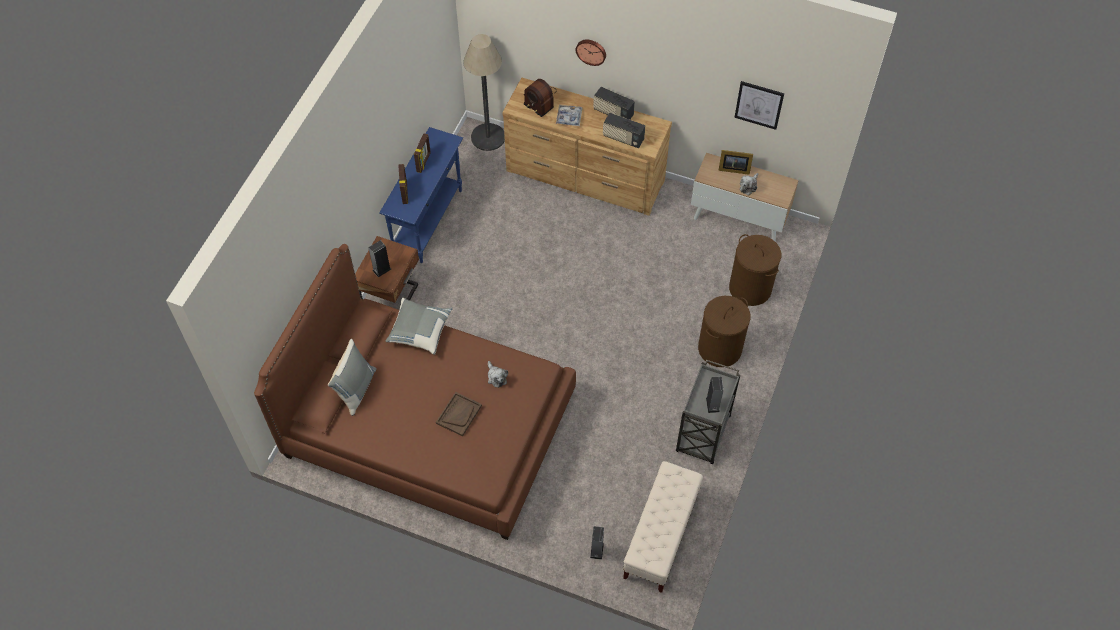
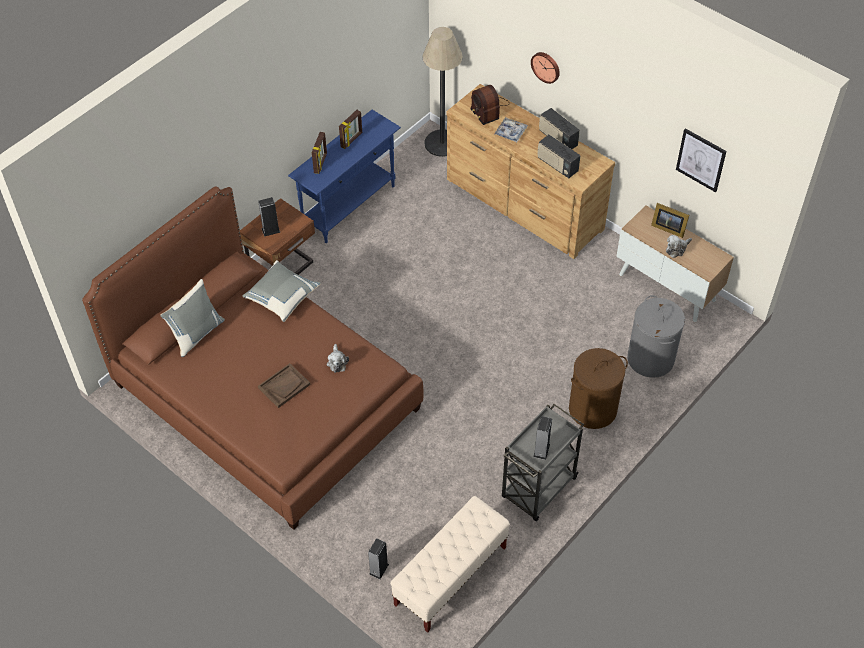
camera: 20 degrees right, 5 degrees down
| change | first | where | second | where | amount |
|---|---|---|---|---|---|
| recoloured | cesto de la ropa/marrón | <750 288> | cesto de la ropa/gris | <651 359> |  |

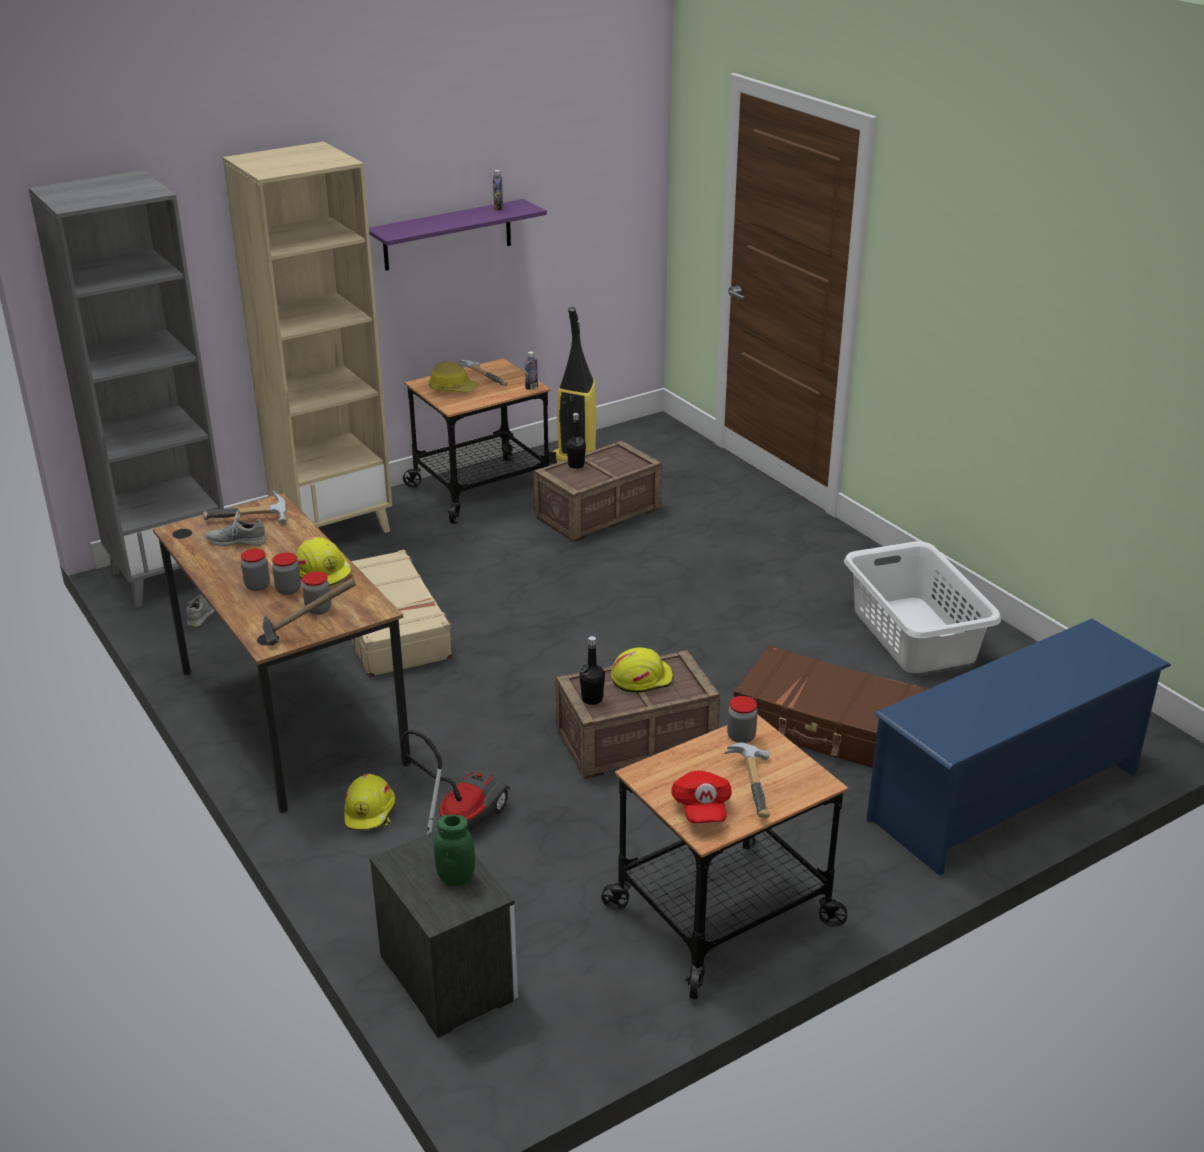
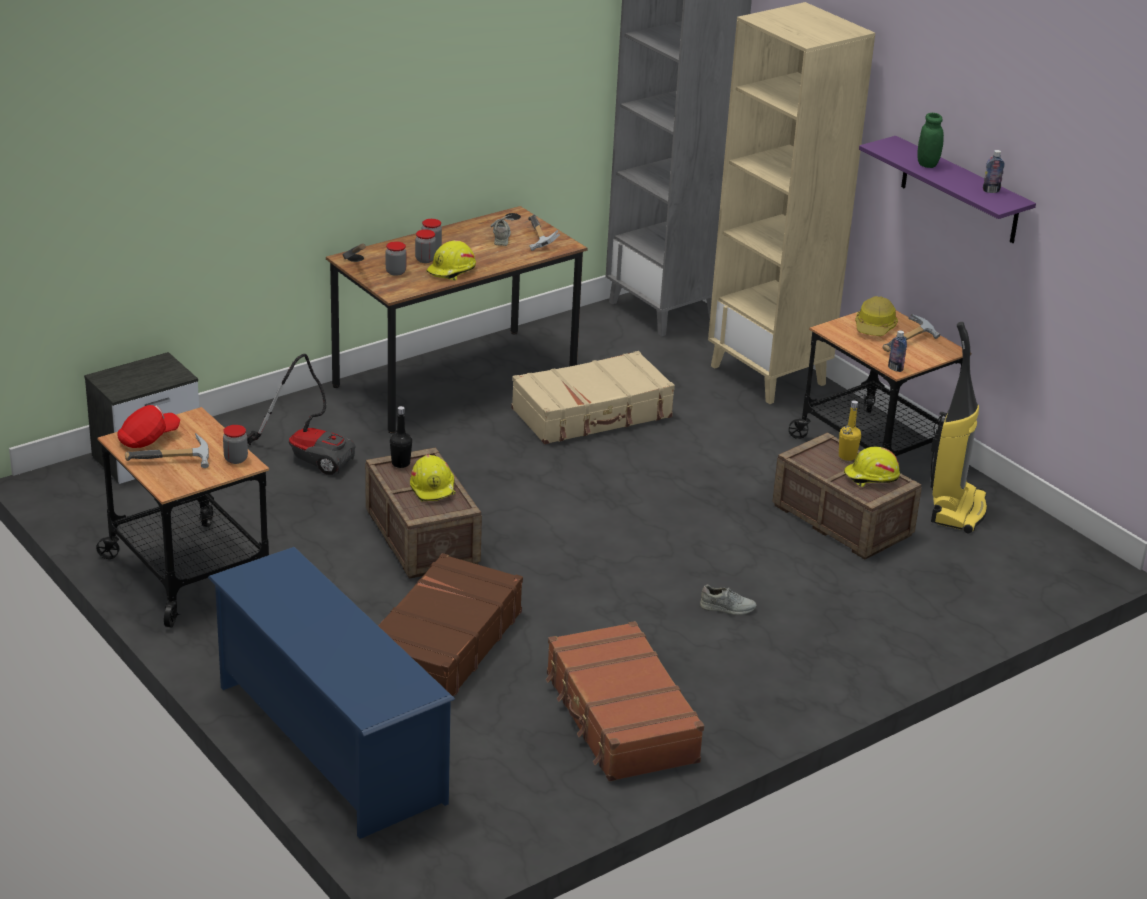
camera: 85 degrees right, 0 degrees up
| change | first | where | second | where | amount |
|---|---|---|---|---|---|
| recoloured | botella/negro | <576 465> | botella/amarillo | <847 456> |  |
| replaced | cesto de la ropa/blanco | <914 634> | maleta/marrón | <620 718> |  |
| moved | zapato/gris | <203 613> |  | <727 608> |  |
| turned | gorra/rojo | <701 809> |  | <148 439> | 150 degrees clockwise |
| moved | casco/amarillo | <370 812> |  | <871 477> |  |
| moved | tarro/verde | <456 878> |  | <927 164> |  |

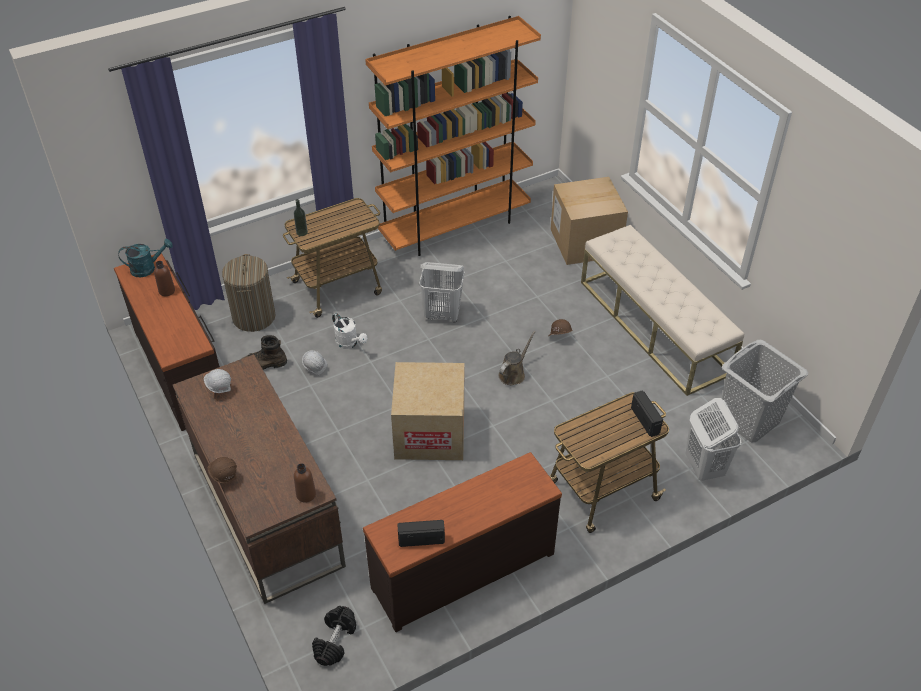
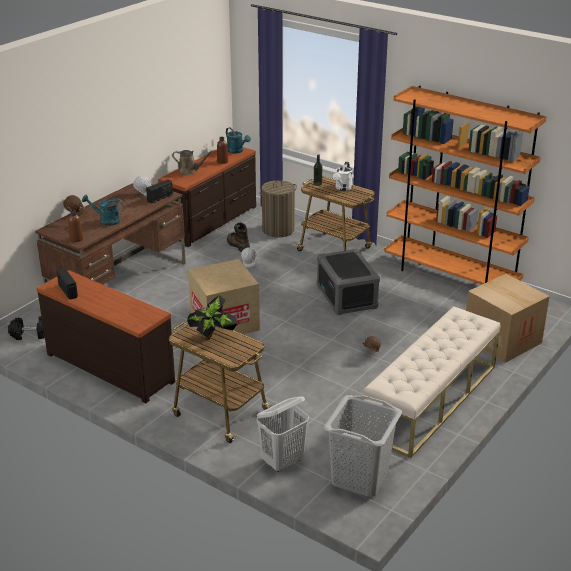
camera: 65 degrees right, 15 degrees down
| change | first | where | second | where | amount |
|---|---|---|---|---|---|
| replaced | cesto de la ropa/blanco | <443 315> | caja de almacenaje/gris | <347 297> |  |
| moved | regadera/blanco | <349 343> |  | <342 188> |  |
| moved | regadera/marrón | <513 373> |  | <189 171> |  |
| moved | radio | <645 420> |  | <160 198> |  |
| added |  |  | regadera/turquesa | <106 221> |  |
| added |  |  | planta en maceta | <213 337> |  |

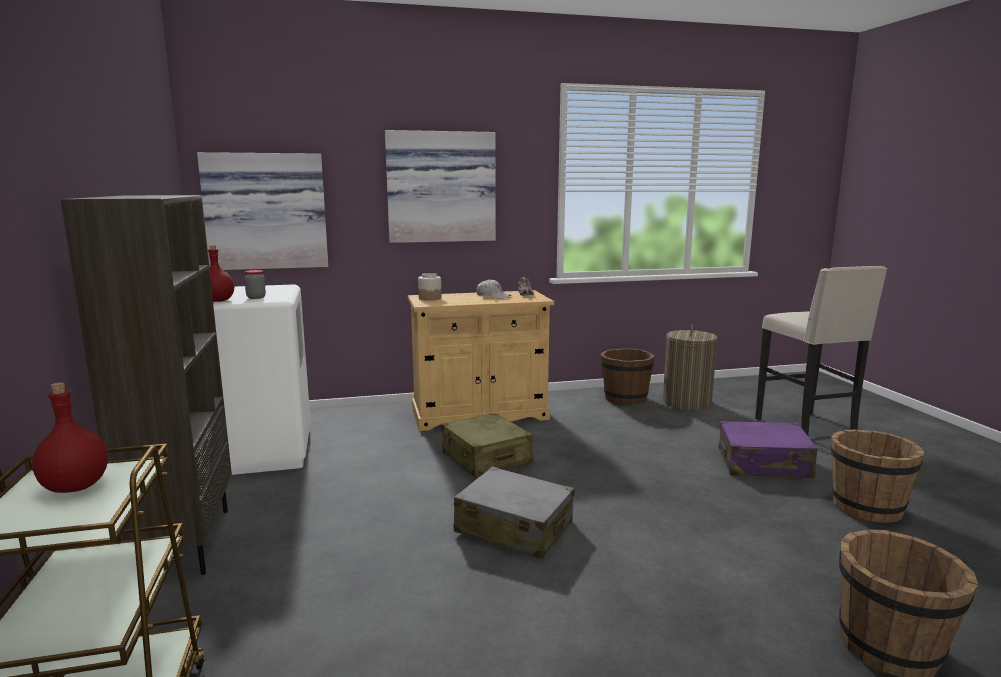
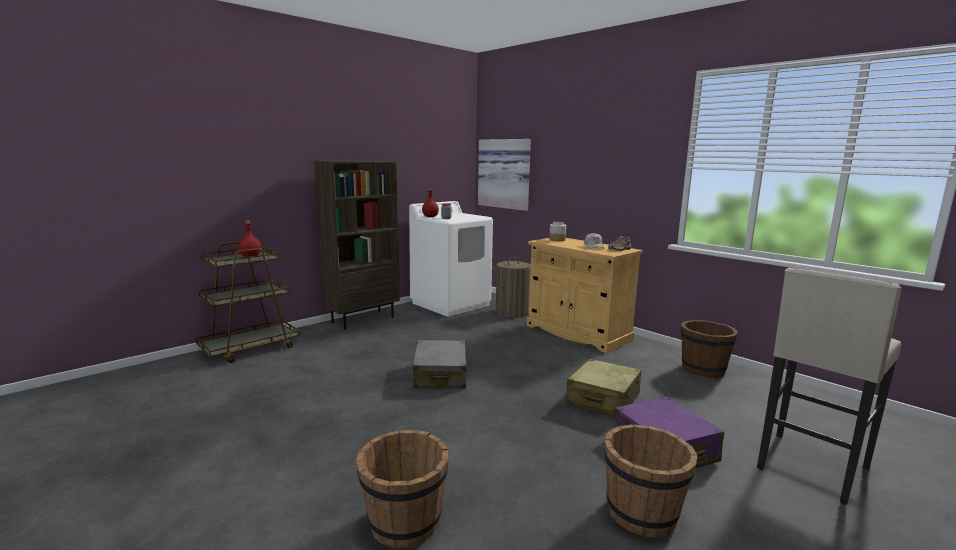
camera: 60 degrees right, 0 degrees up
| change | first | where | second | where | amount |
|---|---|---|---|---|---|
| removed | cuadro | <441 187> |  |  |  |
| moved | cesto de la ropa | <686 402> |  | <512 312> |  |
| moved | maleta/beis | <486 458> |  | <603 399> |  |

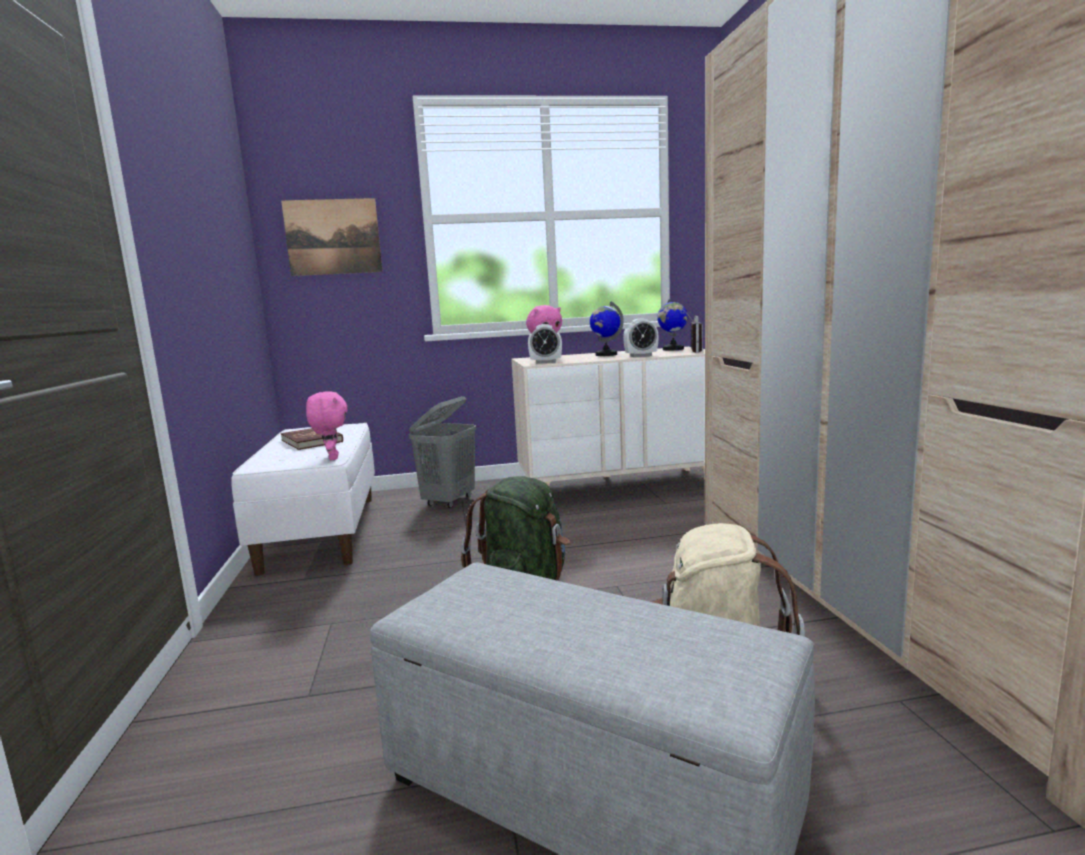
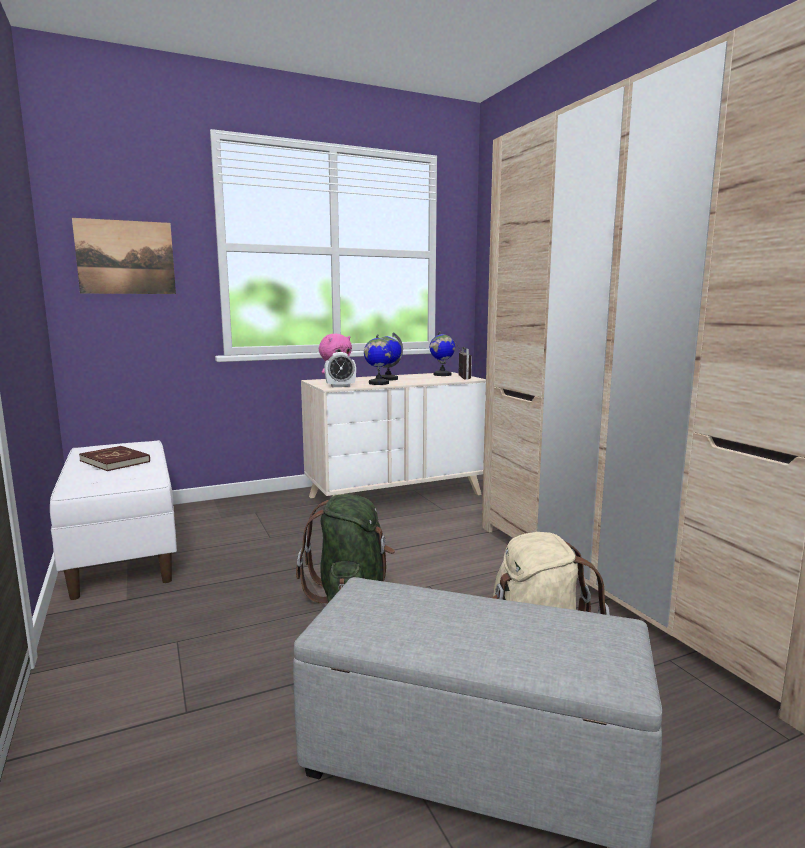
camera: 15 degrees left, 0 degrees up
| change | first | where | second | where | amount |
|---|---|---|---|---|---|
| removed | despertador | <641 356> |  |  |  |
| removed | peluche/rosa | <332 458> |  |  |  |
| removed | cesto de la ropa/gris | <449 501> |  |  |  |
| added |  |  | globo terráqueo | <378 383> |  |

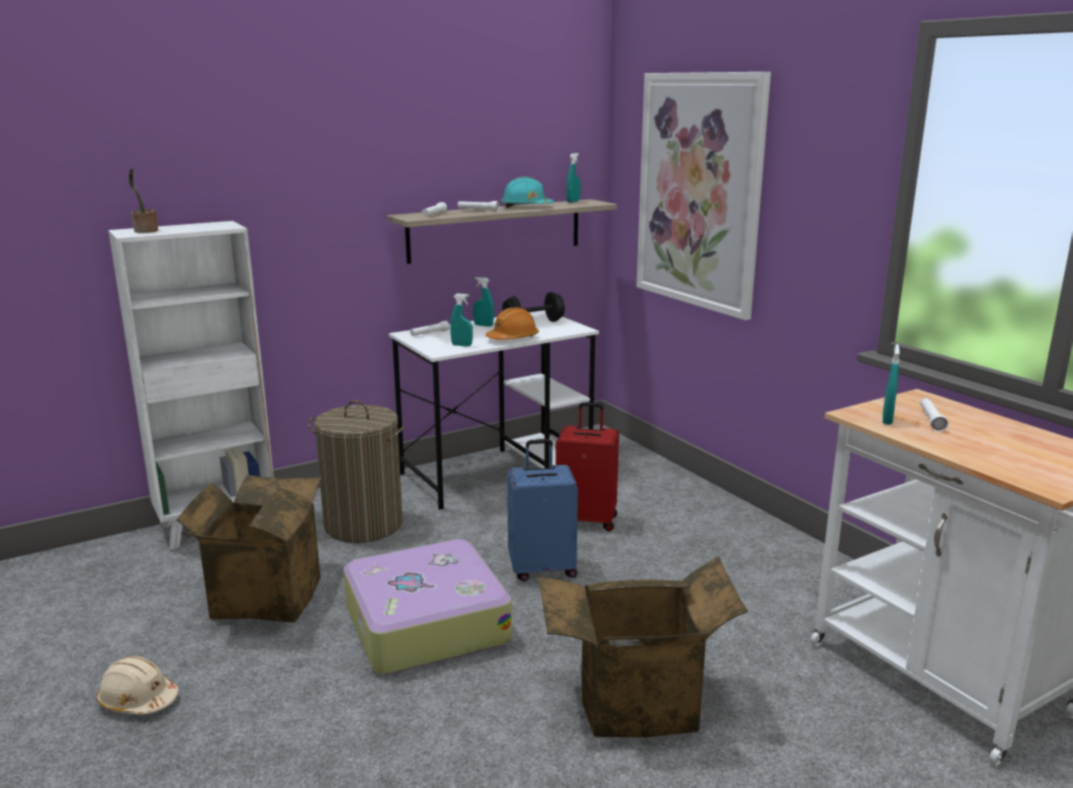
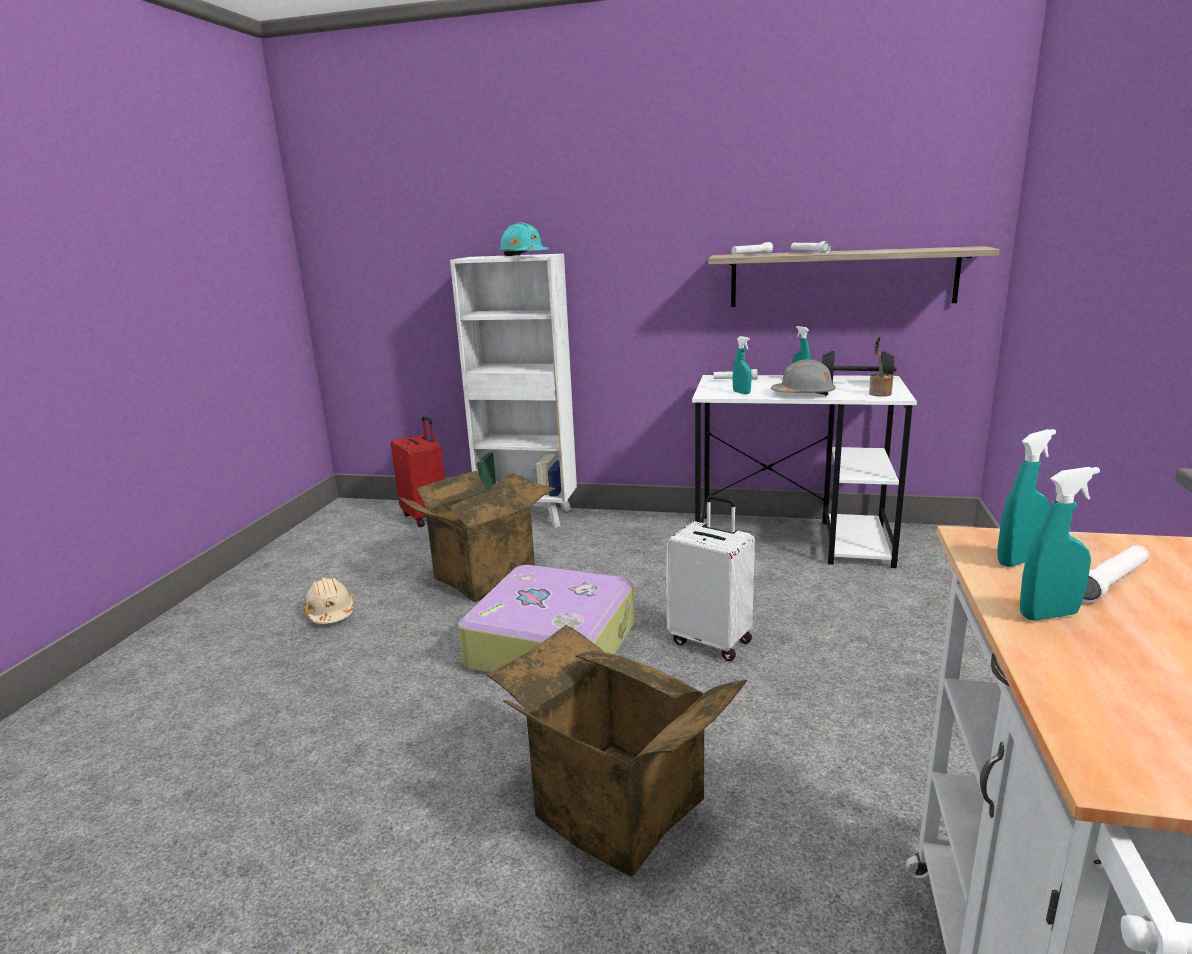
camera: 45 degrees right, 0 degrees up
| change | first | where | second | where | amount |
|---|---|---|---|---|---|
| removed | cuadro | <699 191> |  |  |  |
| moved | pulverizador/turquesa | <573 201> |  | <1048 615> |  |
| moved | planta en maceta | <145 231> |  | <879 394> |  |
| moved | casco/turquesa | <526 207> |  | <523 256> |  |
| recoloured | casco/naranja | <513 338> | casco/gris | <803 394> |  |
| removed | cesto de la ropa | <363 525> |  |  |  |
| moved | maleta/rojo | <587 520> |  | <426 517> |  |
| recoloured | maleta/azul | <542 568> | maleta/blanco | <711 641> |  |

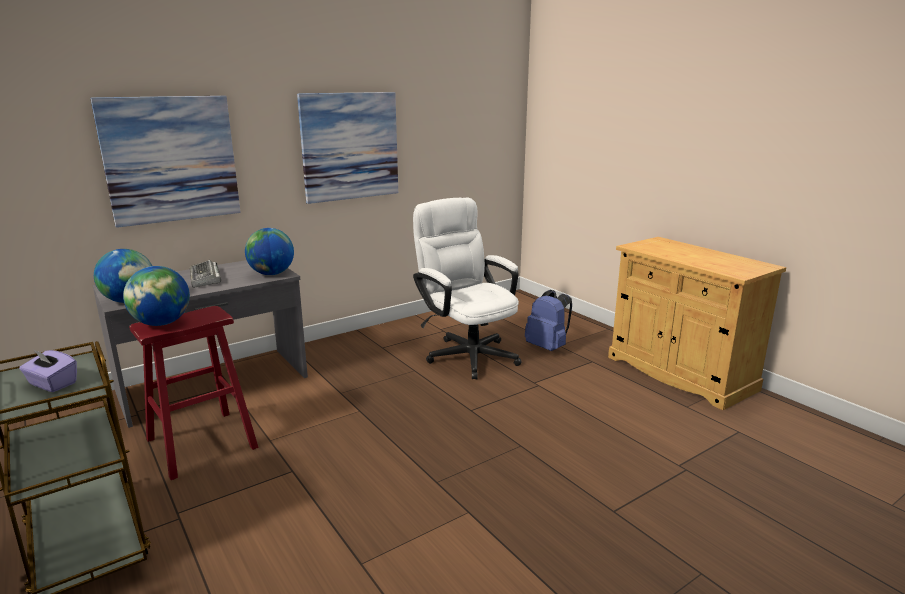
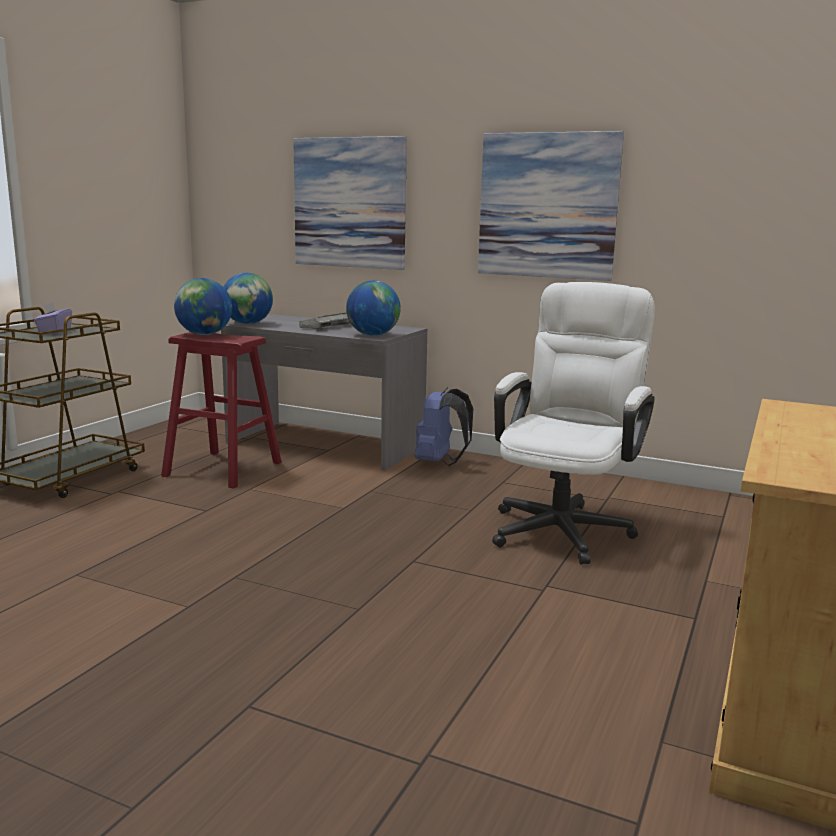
camera: 60 degrees right, 5 degrees down
| change | first | where | second | where | amount |
|---|---|---|---|---|---|
| moved | mochila/azul | <548 347> |  | <440 462> |  |

